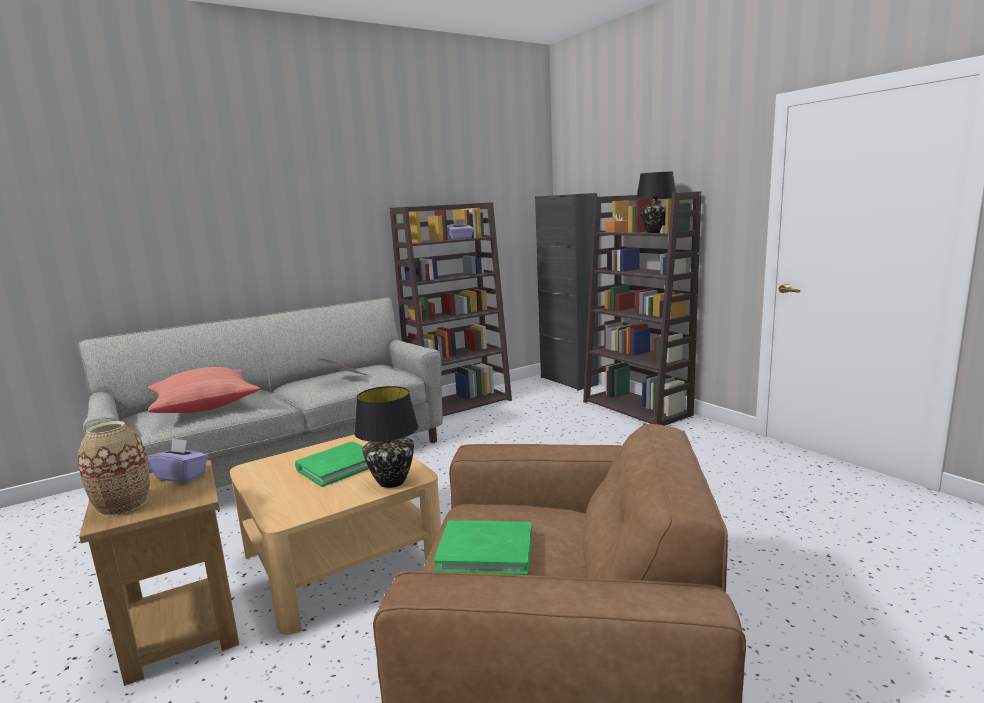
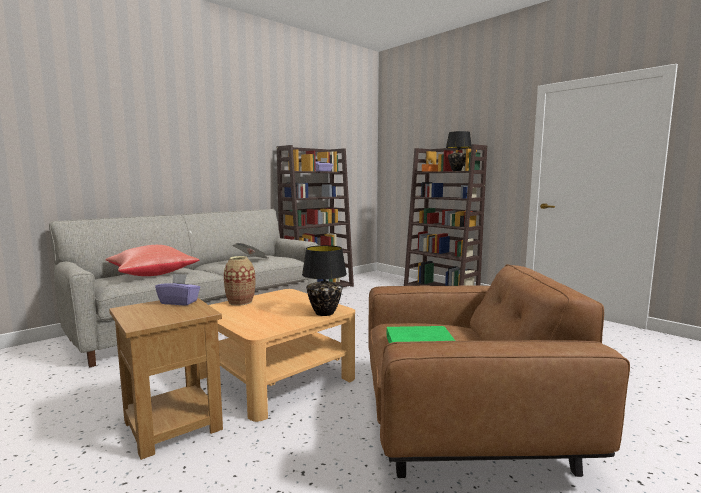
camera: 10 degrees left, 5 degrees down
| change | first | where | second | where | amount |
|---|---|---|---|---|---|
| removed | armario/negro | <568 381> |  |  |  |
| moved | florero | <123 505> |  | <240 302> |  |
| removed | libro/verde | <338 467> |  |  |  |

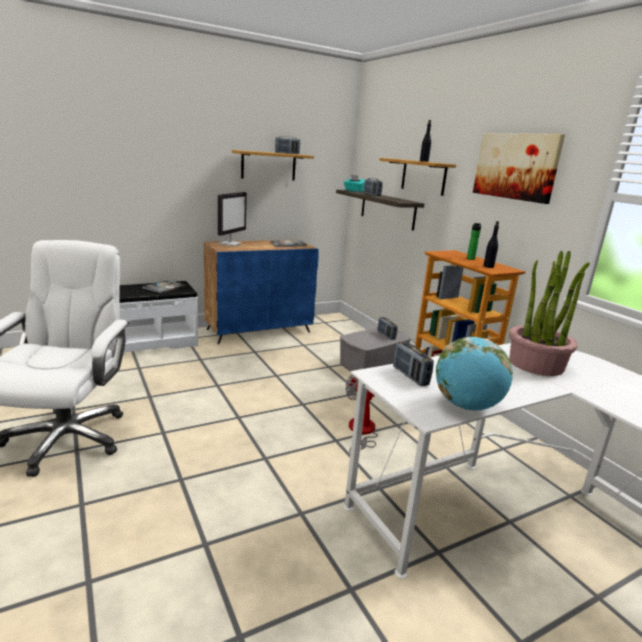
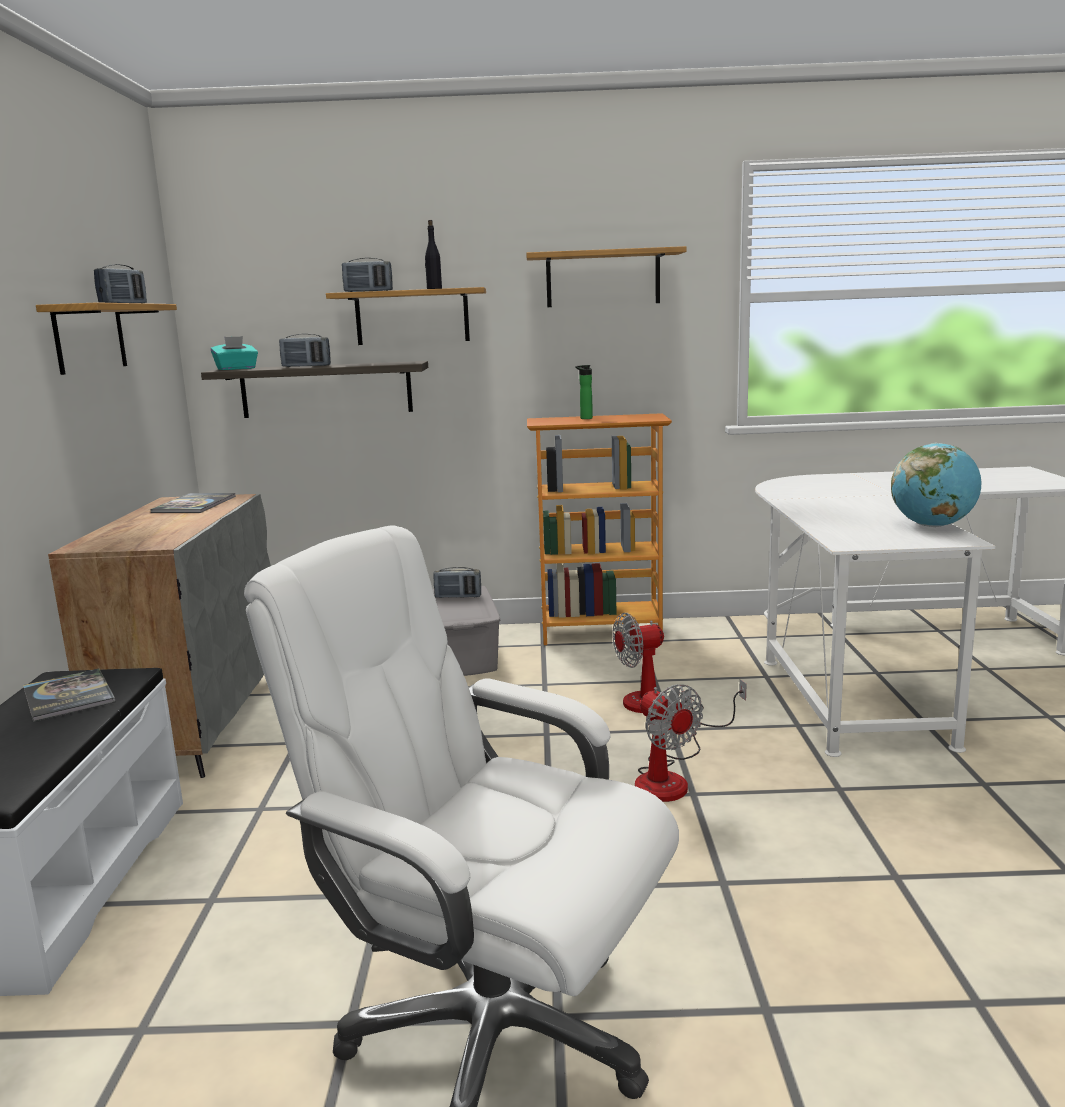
camera: 60 degrees left, 5 degrees down
| change | first | where | second | where | amount |
|---|---|---|---|---|---|
| replaced | cuadro | <516 166> | estante | <603 278> |  |
| removed | monitor | <230 244> |  |  |  |
| removed | botella/negro | <488 266> |  |  |  |
| recoloured | armario/azul | <259 330> | armario/gris | <197 721> |  |
| removed | planta en maceta | <536 364> |  |  |  |
| moved | radio | <410 376> |  | <368 291> |  |
| added |  |  | ventilador | <666 778> |  |

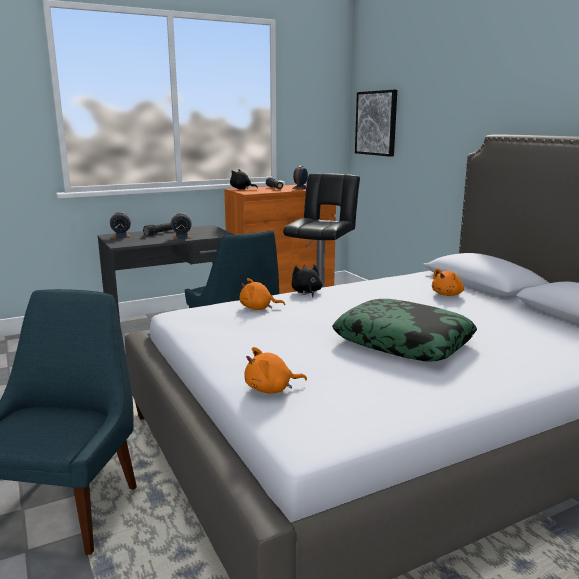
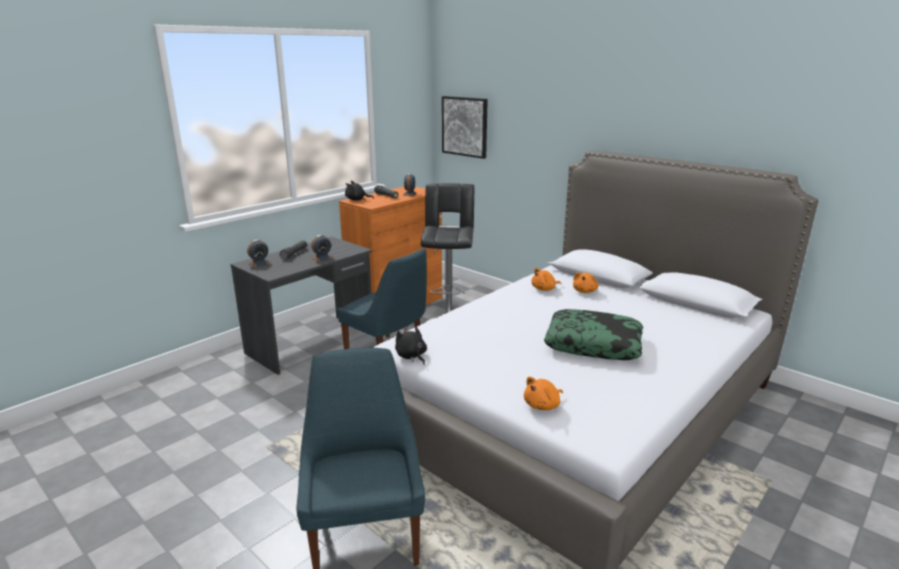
camera: 20 degrees left, 5 degrees up
| change | first | where | second | where | amount |
|---|---|---|---|---|---|
| moved | peluche/negro | <306 292> |  | <411 356> |  |
| moved | peluche/naranja | <258 308> |  | <544 289> |  |

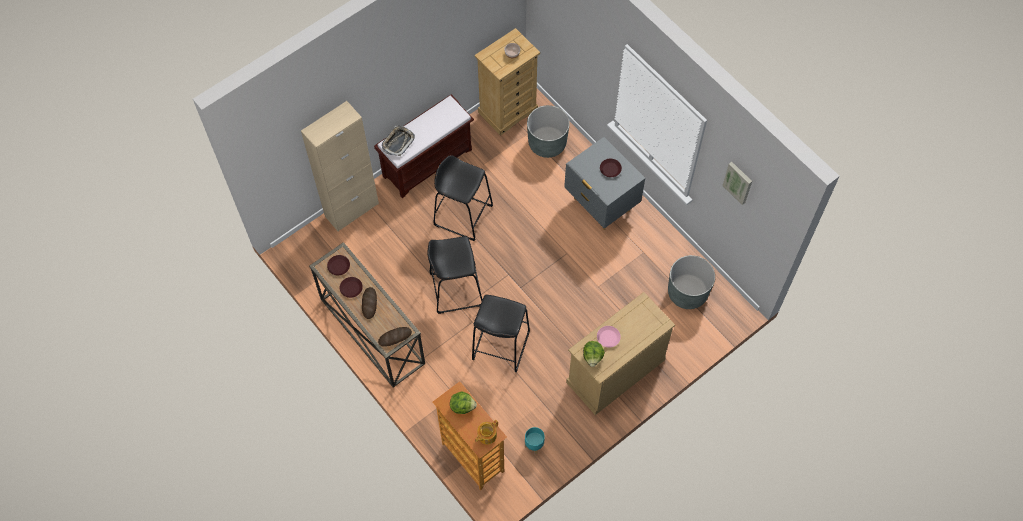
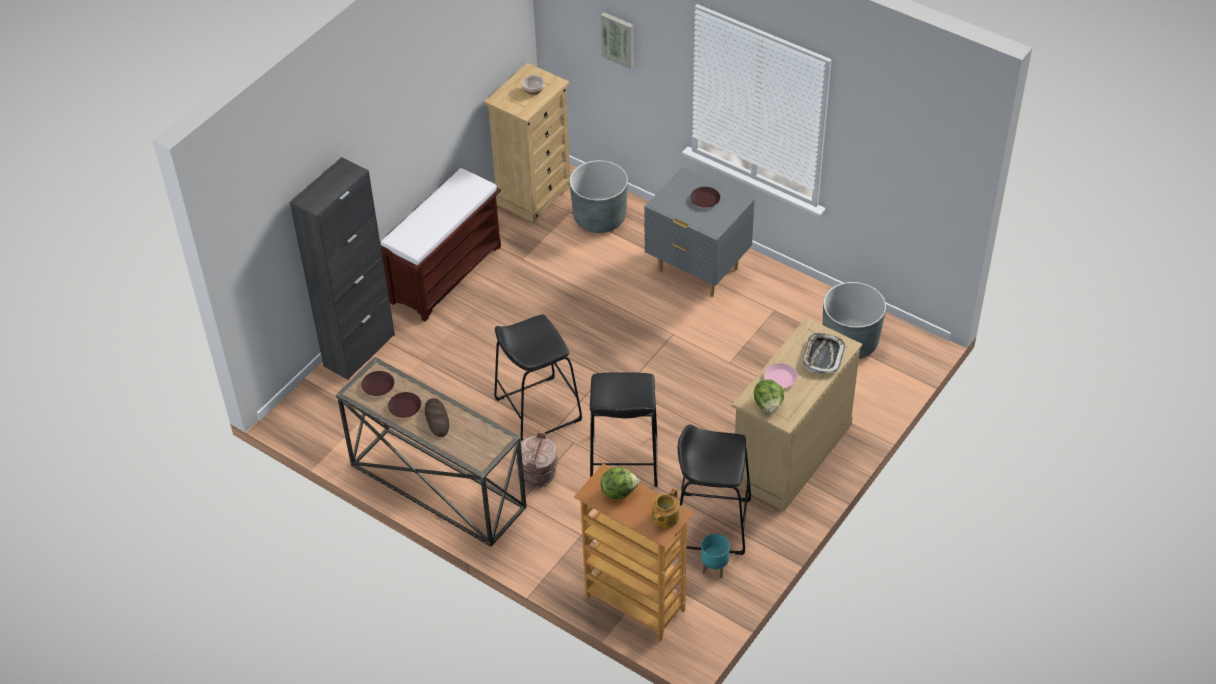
camera: 15 degrees left, 15 degrees down
| change | first | where | second | where | amount |
|---|---|---|---|---|---|
| recoloured | armario/beis | <351 210> | armario/negro | <359 350> |  |
| moved | bandeja | <398 142> |  | <822 356> |  |
| moved | taburete/negro | <463 215> |  | <712 523> |  |
| moved | cuadro | <738 182> |  | <618 39> |  |
| removed | pan | <395 337> |  |  |  |
| added |  |  | cubo/marrón | <538 474> |  |

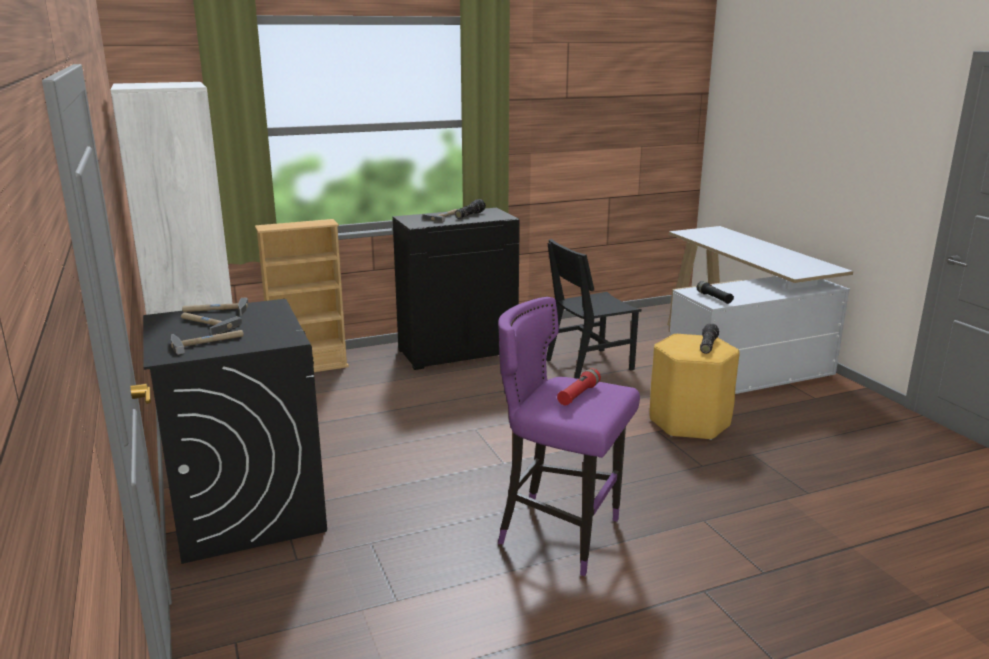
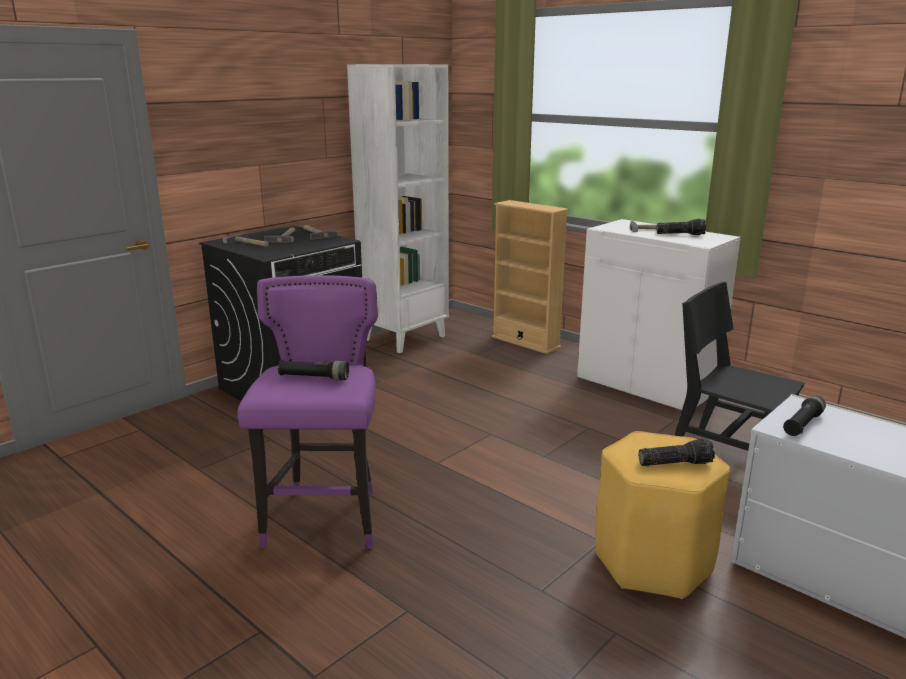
camera: 65 degrees right, 0 degrees up
| change | first | where | second | where | amount |
|---|---|---|---|---|---|
| recoloured | armario/negro | <458 351> | armario/blanco | <647 386> |  |
| recoloured | linterna/rojo | <578 395> | linterna/negro | <314 378> |  |

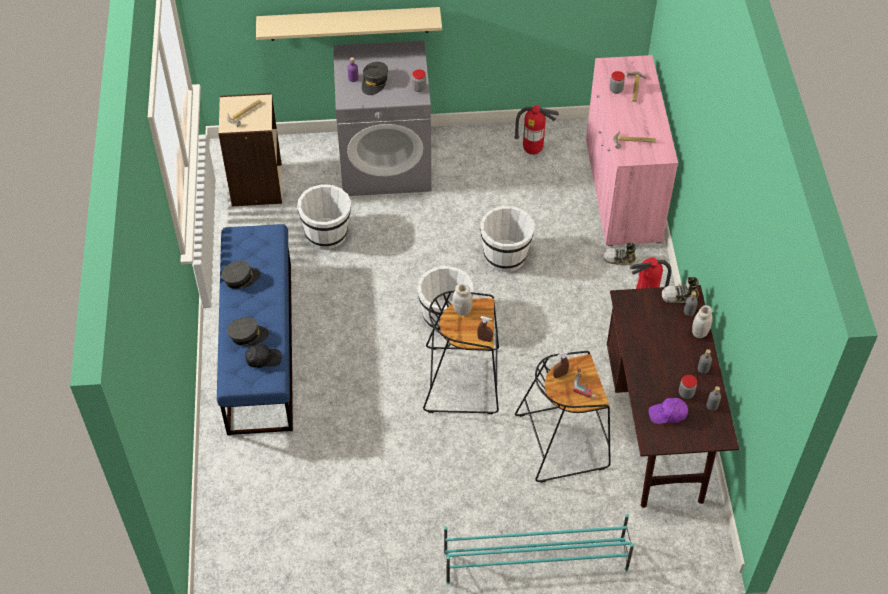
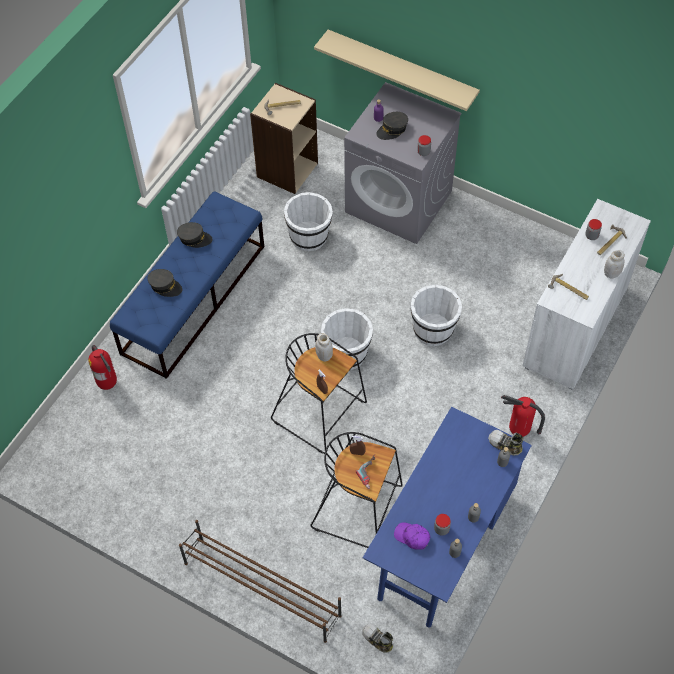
camera: 35 degrees right, 5 degrees up
| change | first | where | second | where | amount |
|---|---|---|---|---|---|
| recoloured | armario/rosa | <622 191> | armario/blanco | <575 326> |  |
| moved | extintor | <533 150> |  | <108 384> |  |
| moved | zapato | <619 259> |  | <377 639> |  |
| recoloured | escritorio/marrón | <658 428> | escritorio/azul | <442 544> |  |
| moved | tarro/blanco | <699 332> |  | <611 273> |  |
| removed | gorra/negro | <263 359> |  |  |  |
| recoloured | zapatero/turquesa | <534 561> | zapatero/marrón | <261 588> |  |

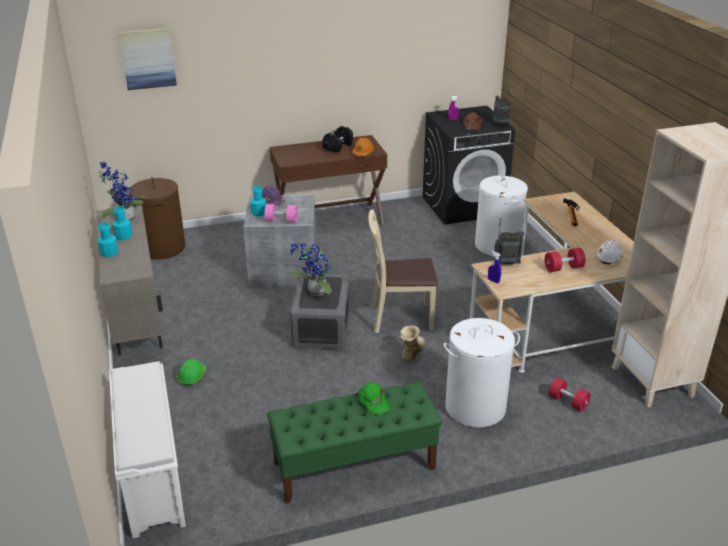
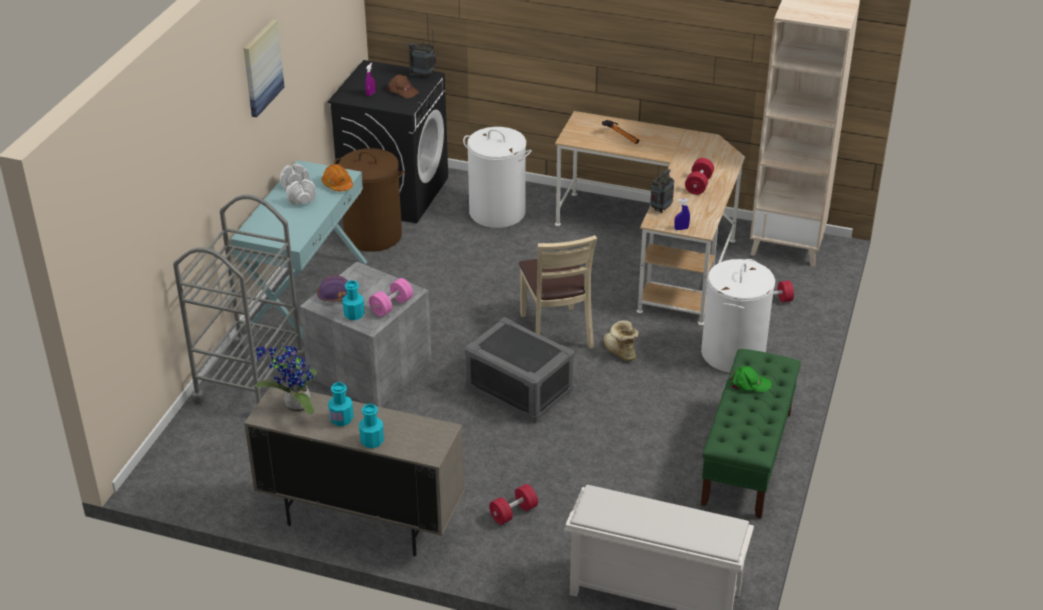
camera: 55 degrees left, 5 degrees up
| change | first | where | second | where | amount |
|---|---|---|---|---|---|
| moved | cuadro | <148 58> |  | <262 67> |  |
| recoloured | mancuerna/negro | <338 147> | mancuerna/blanco | <299 194> |  |
| recoloured | mesa consola/marrón | <329 220> | mesa consola/turquesa | <307 294> |  |
| moved | cesto de la ropa/marrón | <162 248> |  | <373 235> |  |
| turned | silla/beis | <400 317> |  | <555 332> | 45 degrees counterclockwise |
| removed | casco/blanco | <608 258> |  |  |  |
| removed | planta en maceta | <315 292> |  |  |  |
| replaced | casco/verde | <192 376> | mancuerna/rojo | <513 513> |  |
| added |  |  | carrito/gris | <250 379> |  |

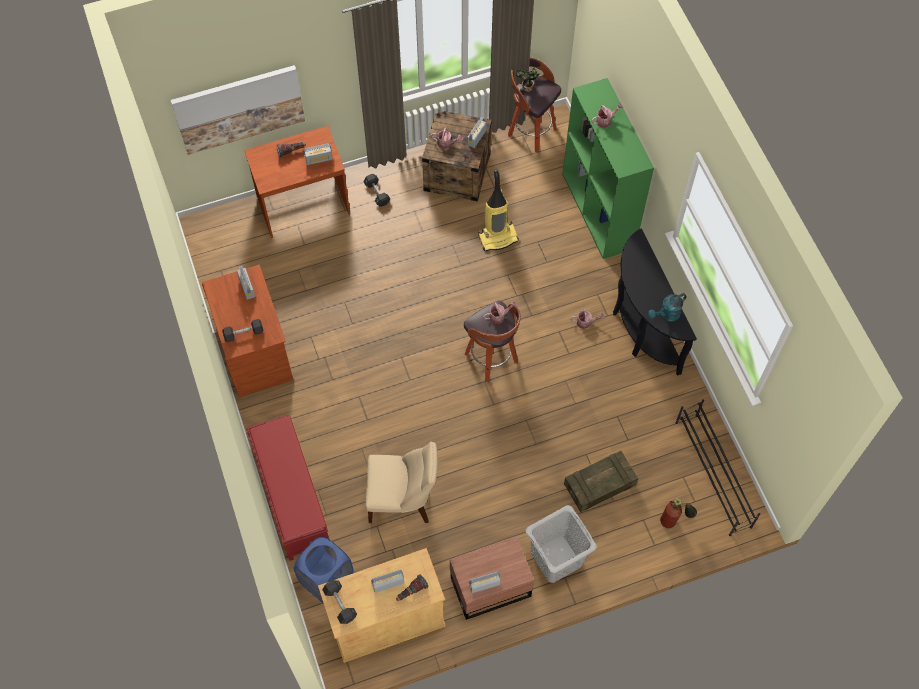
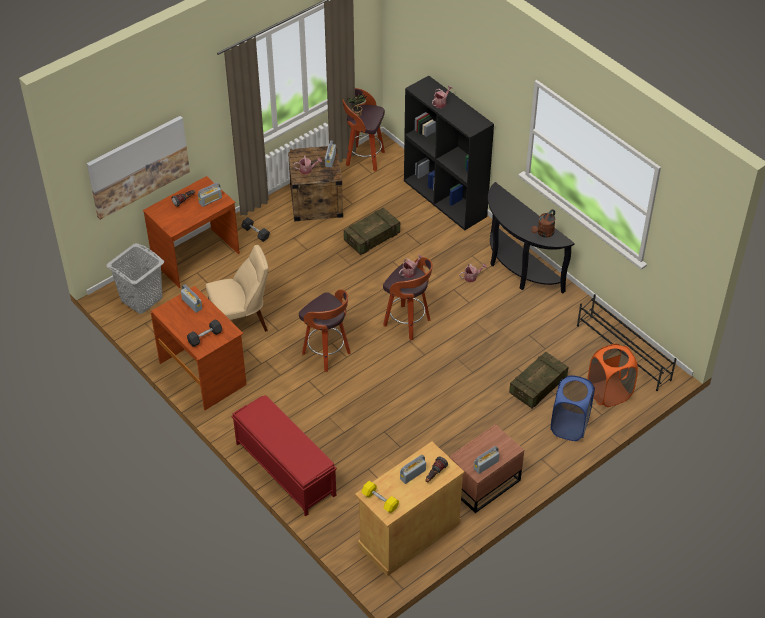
camera: 20 degrees left, 15 degrees down
| change | first | where | second | where | amount |
|---|---|---|---|---|---|
| recoloured | estantería/verde | <599 211> | estantería/negro | <445 198> |  |
| replaced | aspiradora | <498 237> | caja de embalaje | <372 238> |  |
| recoloured | regadera/turquesa | <666 315> | regadera/marrón | <543 233> |  |
| moved | silla/beis | <403 500> |  | <241 322> |  |
| replaced | extintor | <674 520> | cesto de la ropa/naranja | <609 393> |  |
| moved | cesto de la ropa/gris | <557 559> |  | <142 299> |  |
| moved | cesto de la ropa/azul | <327 580> |  | <569 426> |  |
| recoloured | mancuerna/gris | <340 604> | mancuerna/amarillo | <380 501> |  |
| added |  |  | taburete | <327 354> |  |

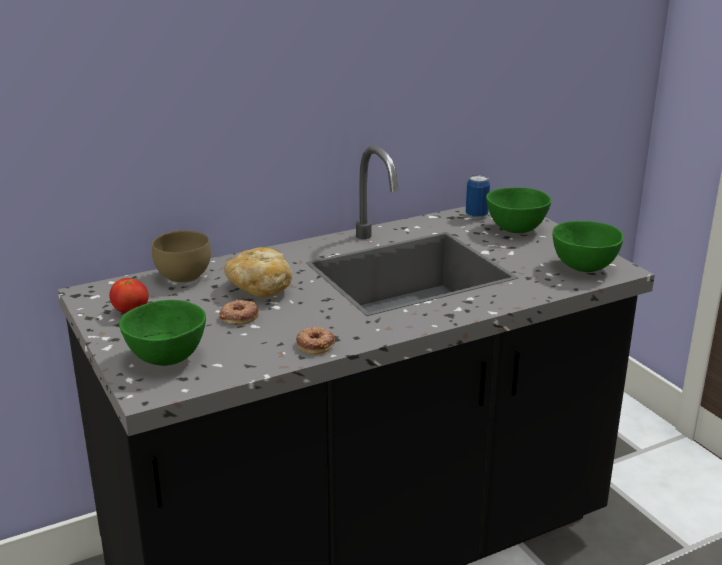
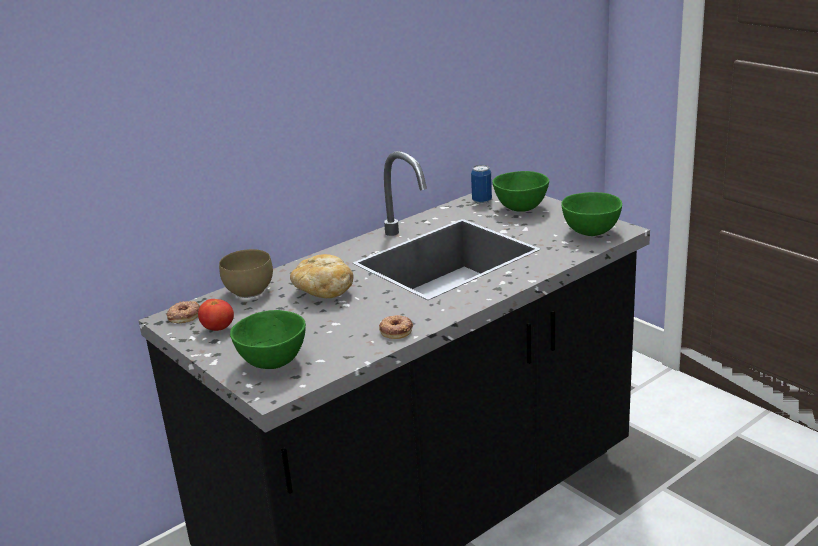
camera: 10 degrees left, 0 degrees up
| change | first | where | second | where | amount |
|---|---|---|---|---|---|
| moved | rosquilla | <239 316> |  | <184 315> |  |

